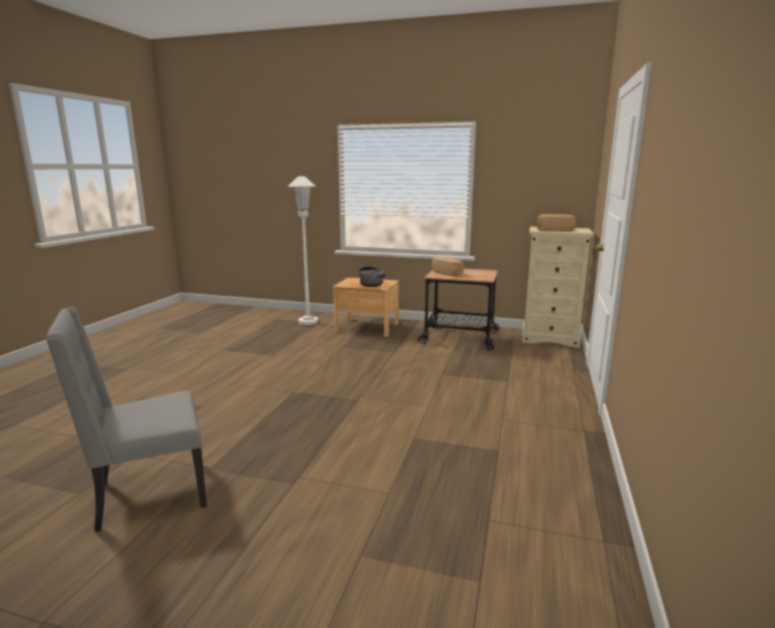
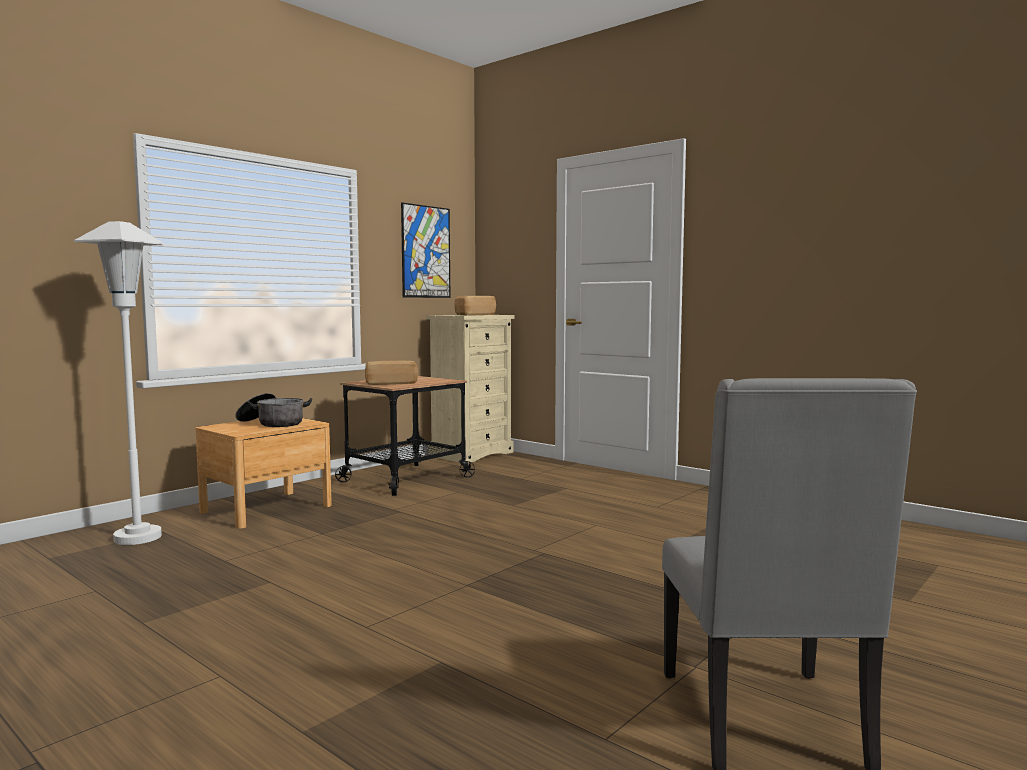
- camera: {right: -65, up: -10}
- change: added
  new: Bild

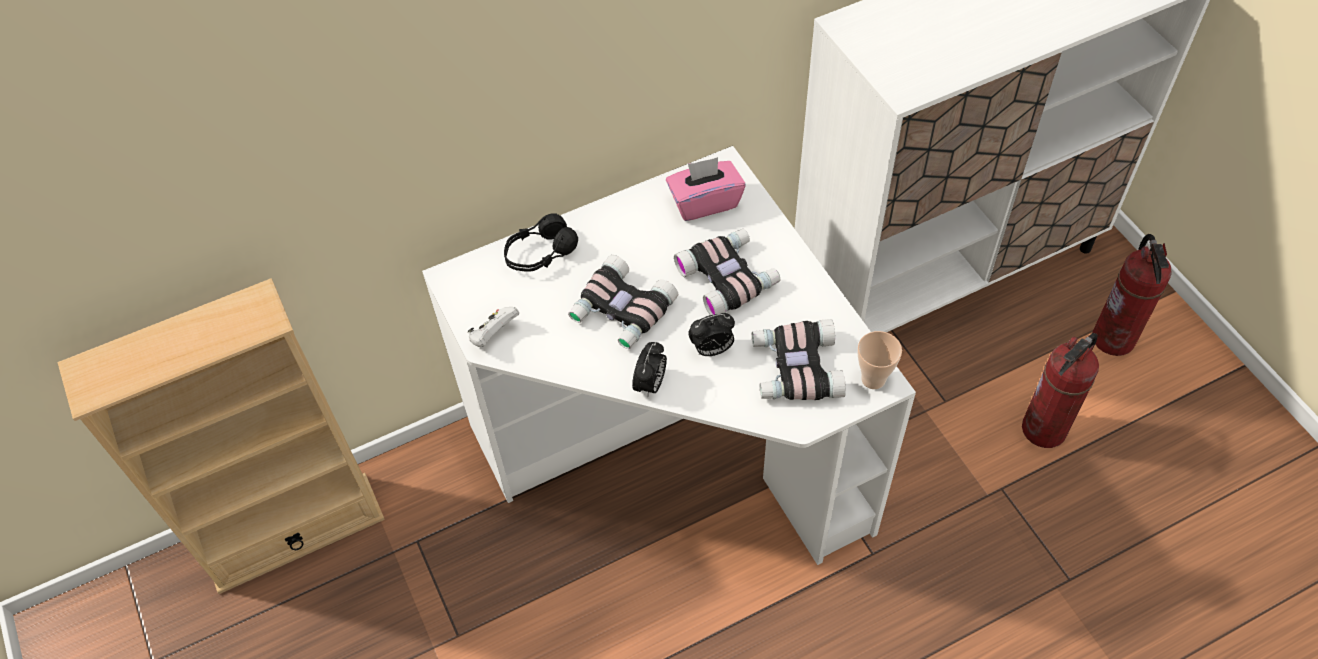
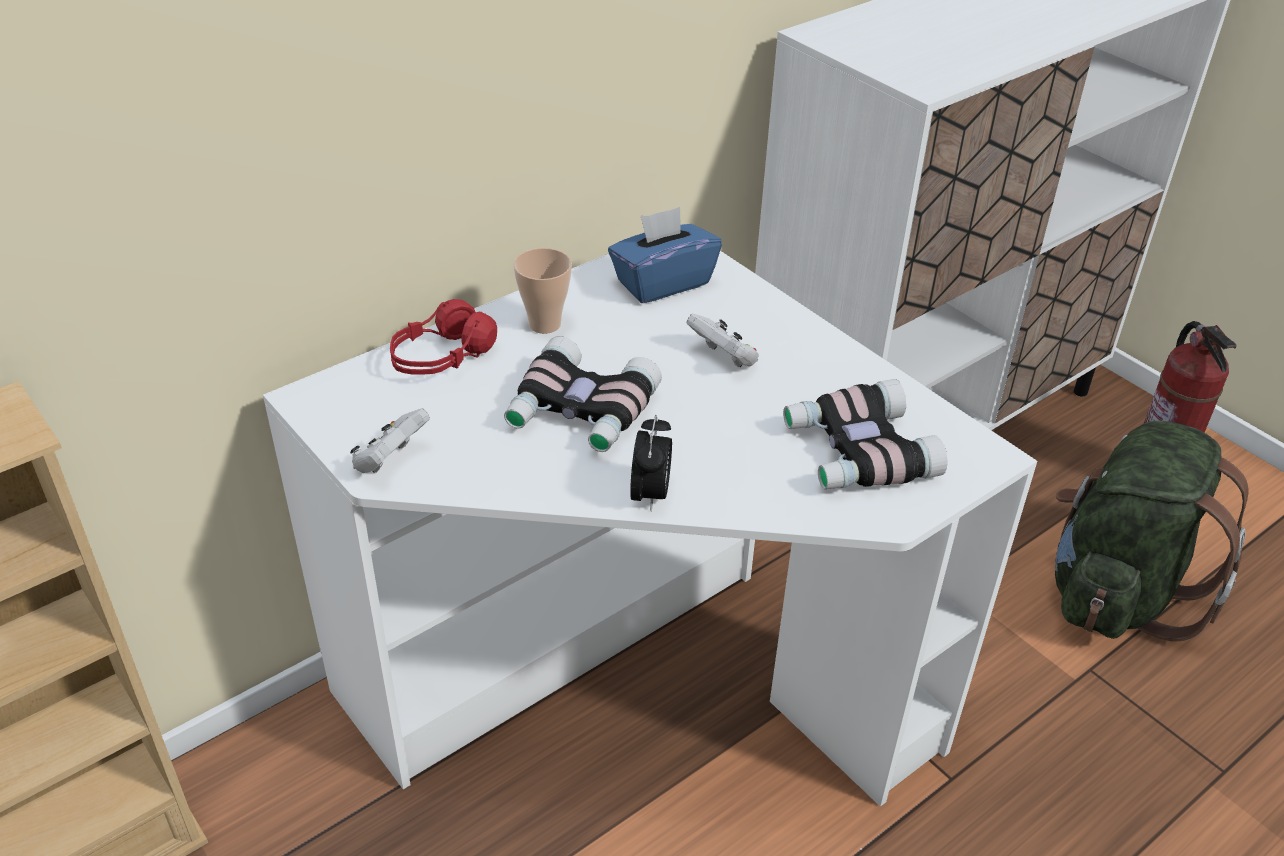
- camera: {right: -15, up: -15}
- change: removed
  old: Wecker (2nd from left)
- change: moved
  old: Tasse
- change: replaced
  old: Fernglas (2nd from left)
  new: Gamepad (weiß) (2nd from left)
- change: replaced
  old: Feuerlöscher (1st from left)
  new: Rucksack (grün)
- change: recoloured
  old: Kopfhörer (schwarz)
  new: Kopfhörer (rot)
- change: recoloured
  old: Taschentuchbox (rosa)
  new: Taschentuchbox (blau)

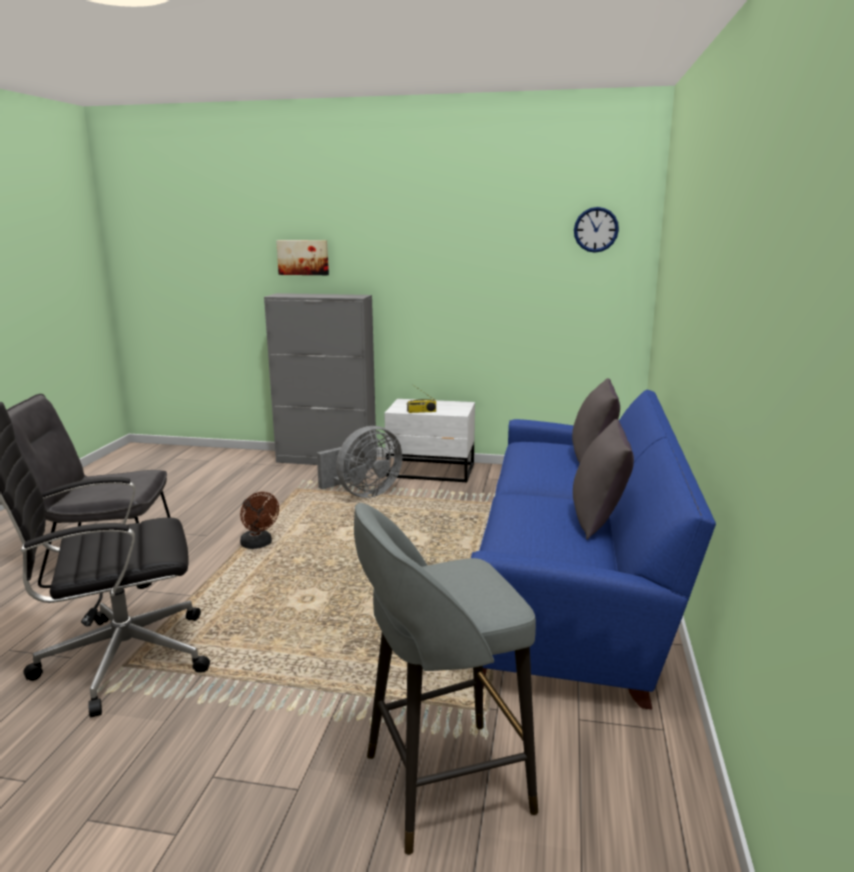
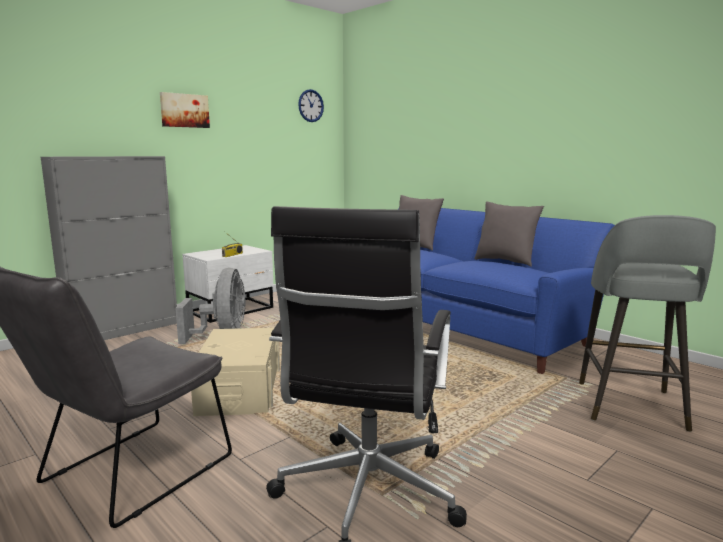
- camera: {right: -55, up: -5}
- change: moved
  old: Bild
- change: replaced
  old: Ventilator (braun)
  new: Aufbewahrungsbox (beige)

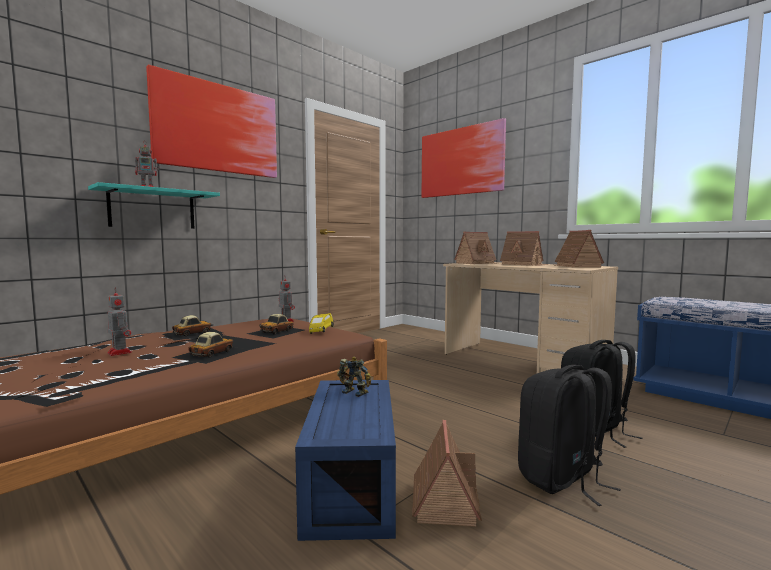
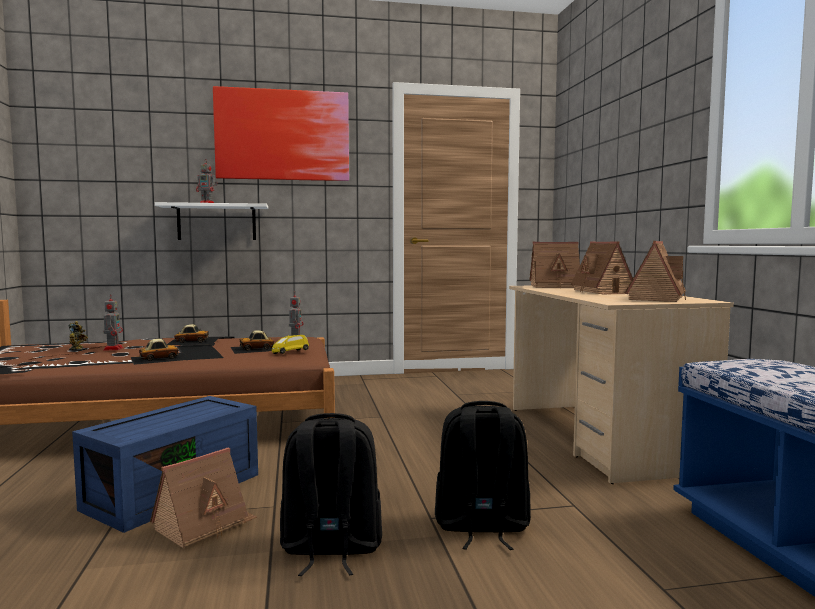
- camera: {right: 35, up: 0}
- change: removed
  old: Bild (2nd from left)
- change: moved
  old: Spielzeugroboter (4th from left in the first image)
  new: Spielzeugroboter (1st from left)
- change: recoloured
  old: Wandregal (türkis)
  new: Wandregal (weiß)

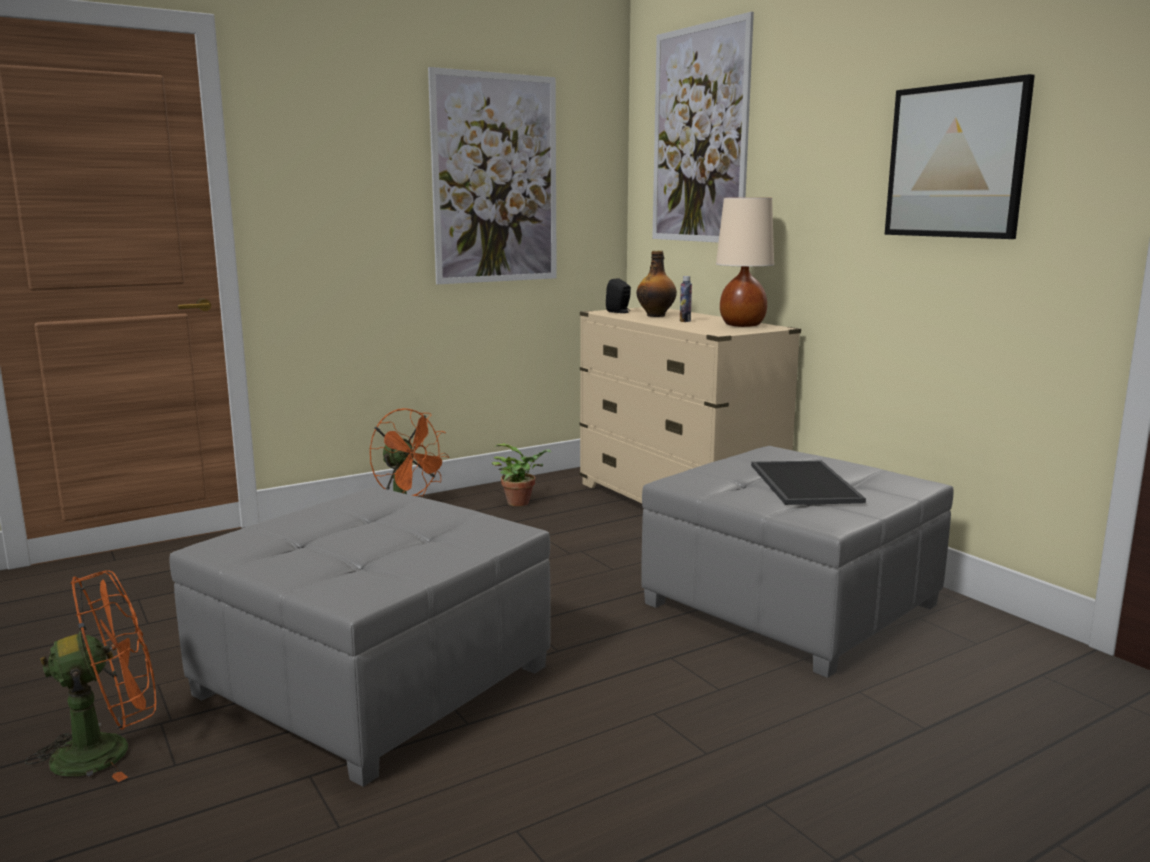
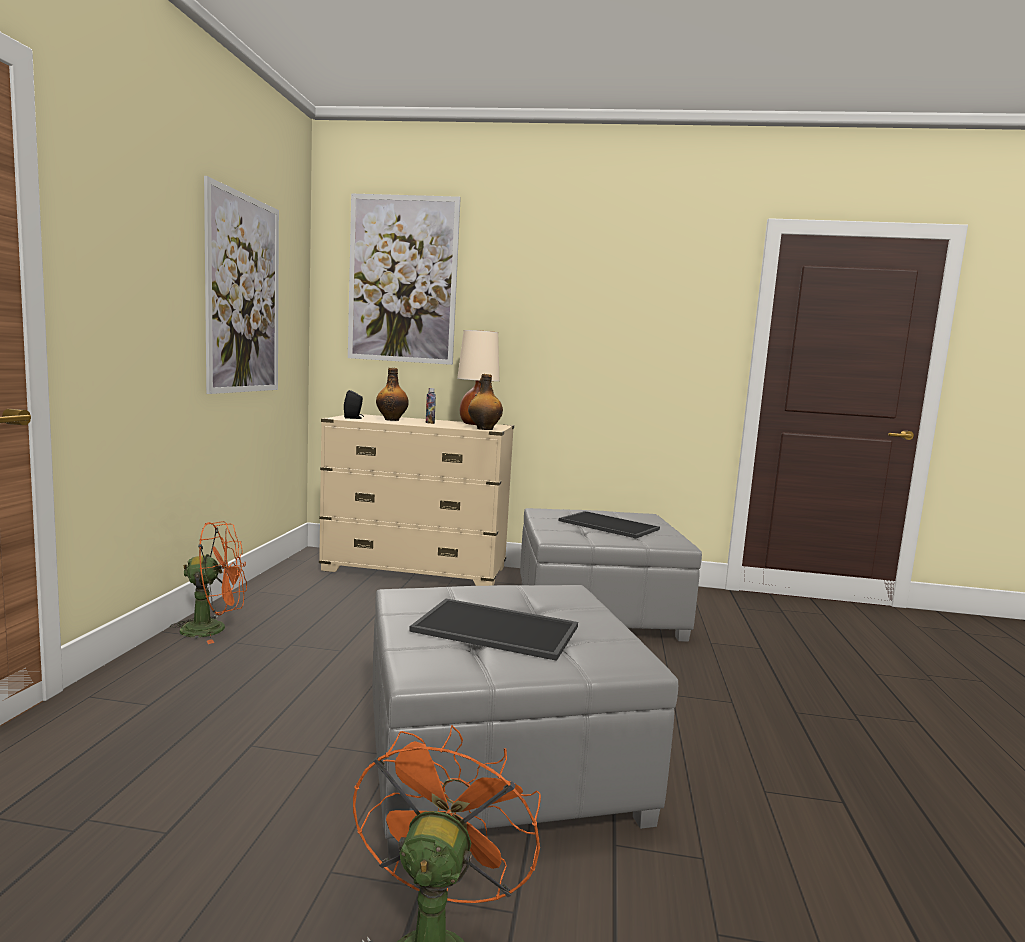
- camera: {right: -50, up: -5}
- change: removed
  old: Topfpflanze
- change: removed
  old: Bild (3rd from left)
- change: added
  new: Tablett (1st from left)
- change: added
  new: Flasche (3rd from left)

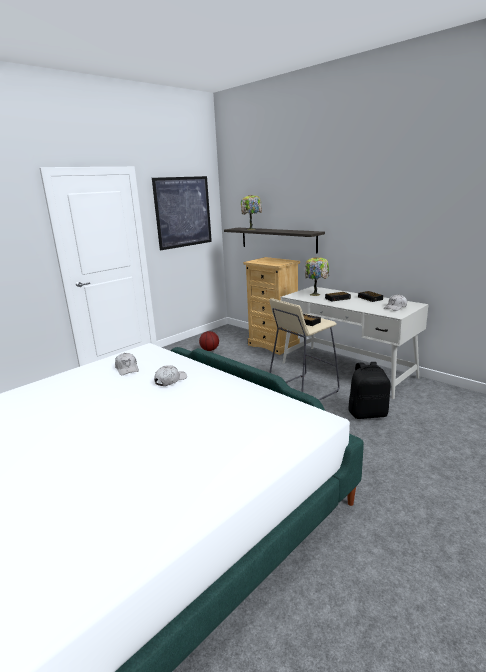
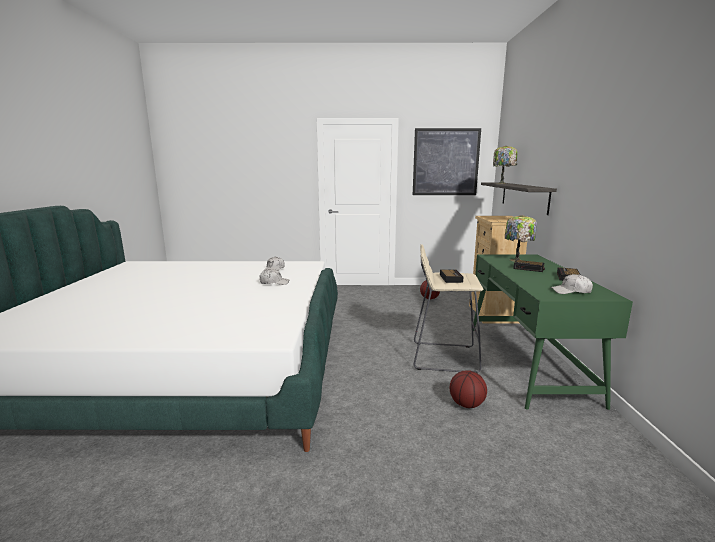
- camera: {right: 45, up: -5}
- change: replaced
  old: Rucksack (schwarz)
  new: Basketball (2nd from left)
- change: recoloured
  old: Schreibtisch (weiß)
  new: Schreibtisch (grün)

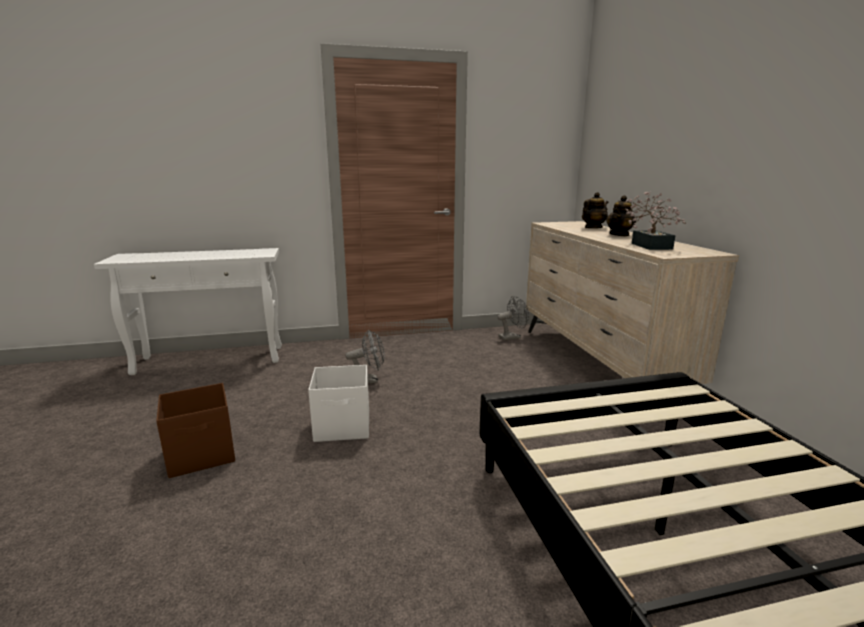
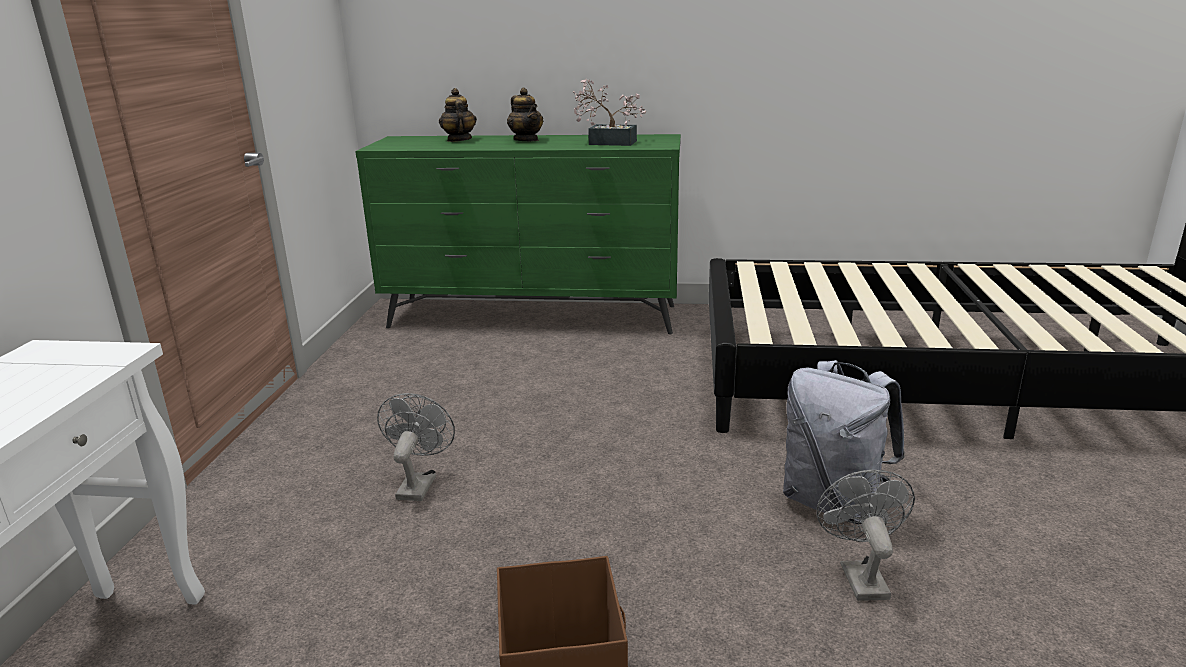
- camera: {right: -70, up: 5}
- change: removed
  old: Aufbewahrungsbox (weiß)
- change: added
  new: Rucksack (grau)
- change: moved
  old: Ventilator (grau) (2nd from left)
- change: recoloured
  old: Kommode (beige)
  new: Kommode (grün)

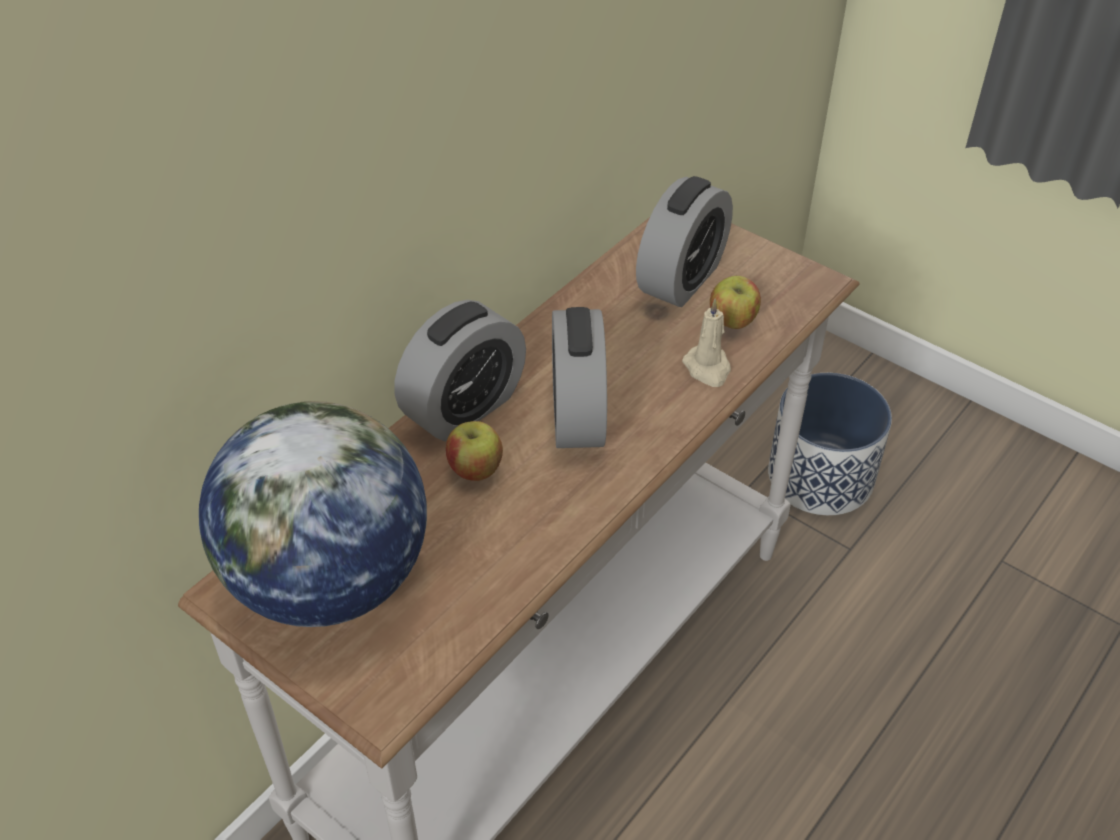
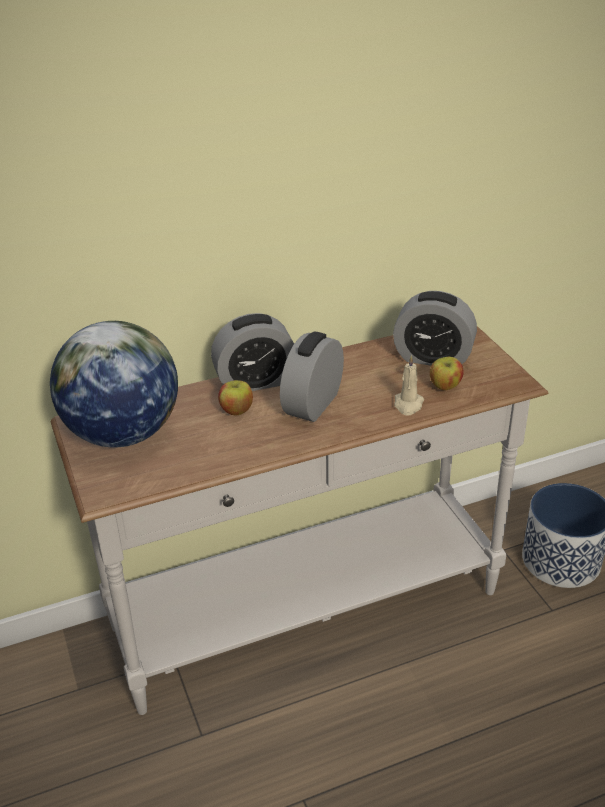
- camera: {right: 30, up: -10}
- change: turned
  old: Wecker (3rd from left)
  degrees: 45

